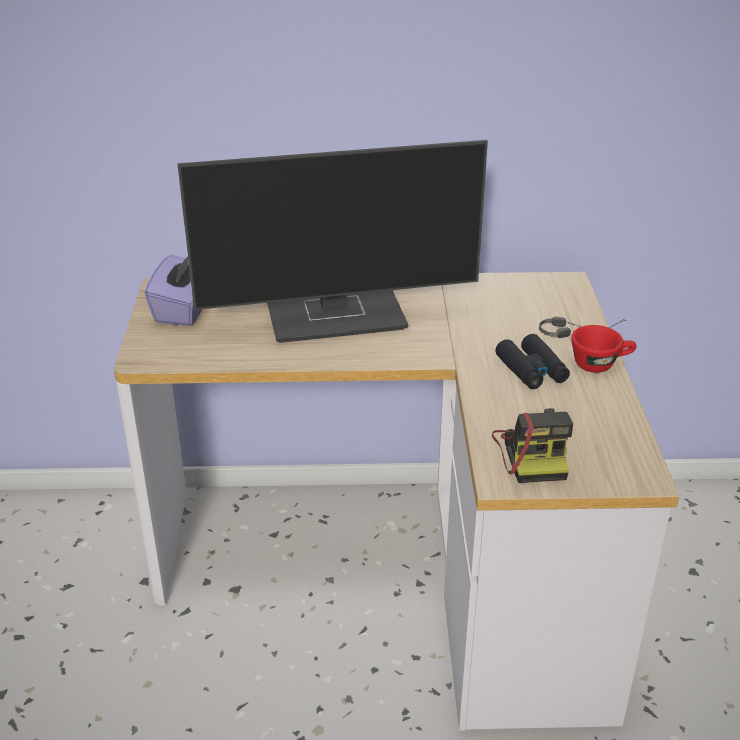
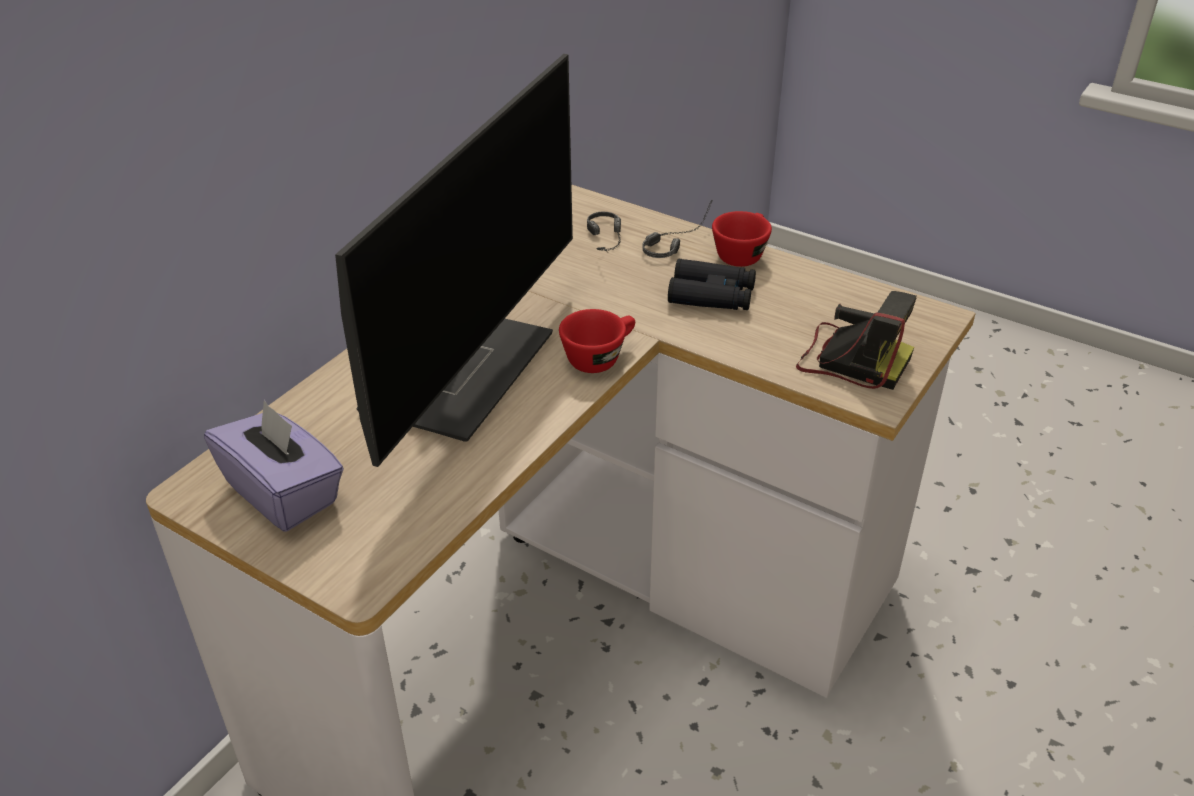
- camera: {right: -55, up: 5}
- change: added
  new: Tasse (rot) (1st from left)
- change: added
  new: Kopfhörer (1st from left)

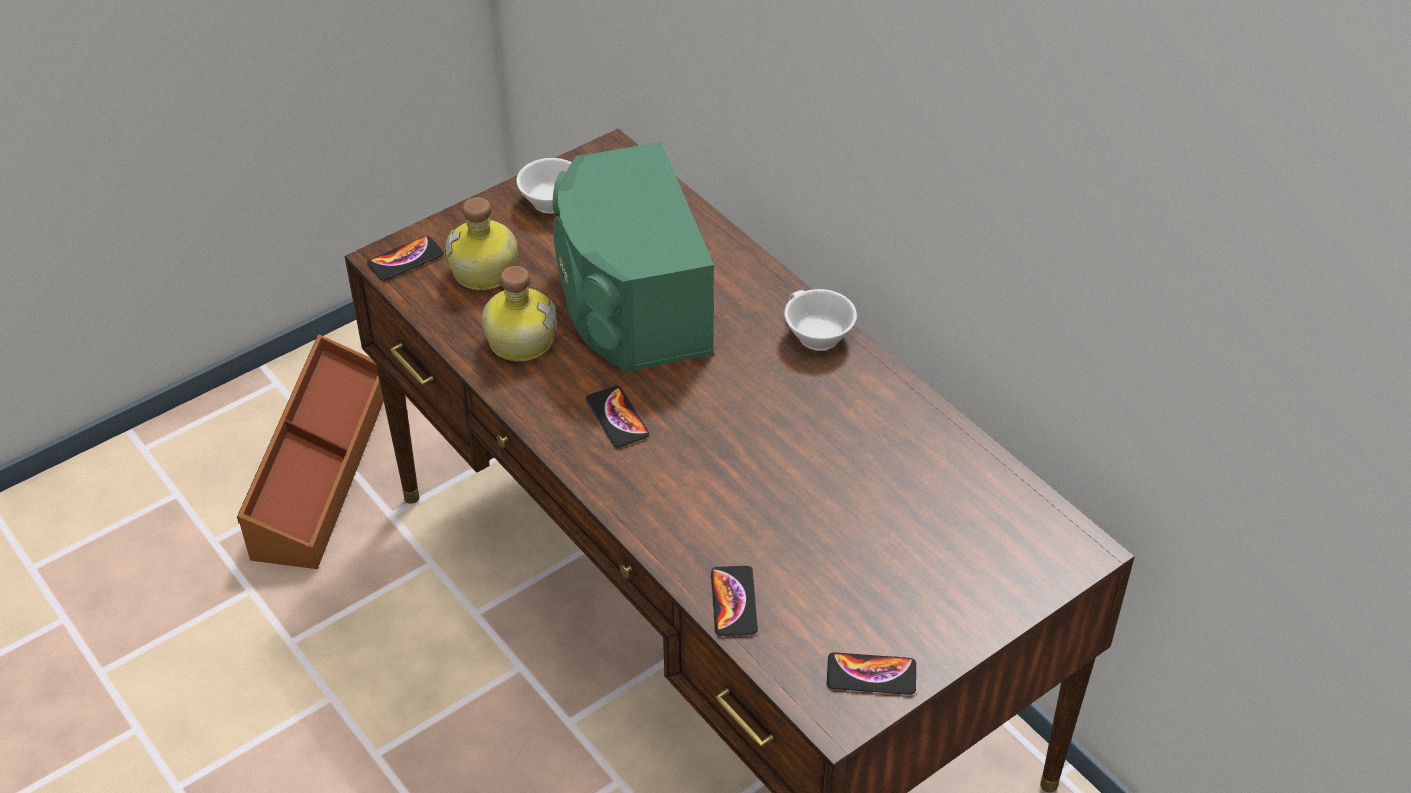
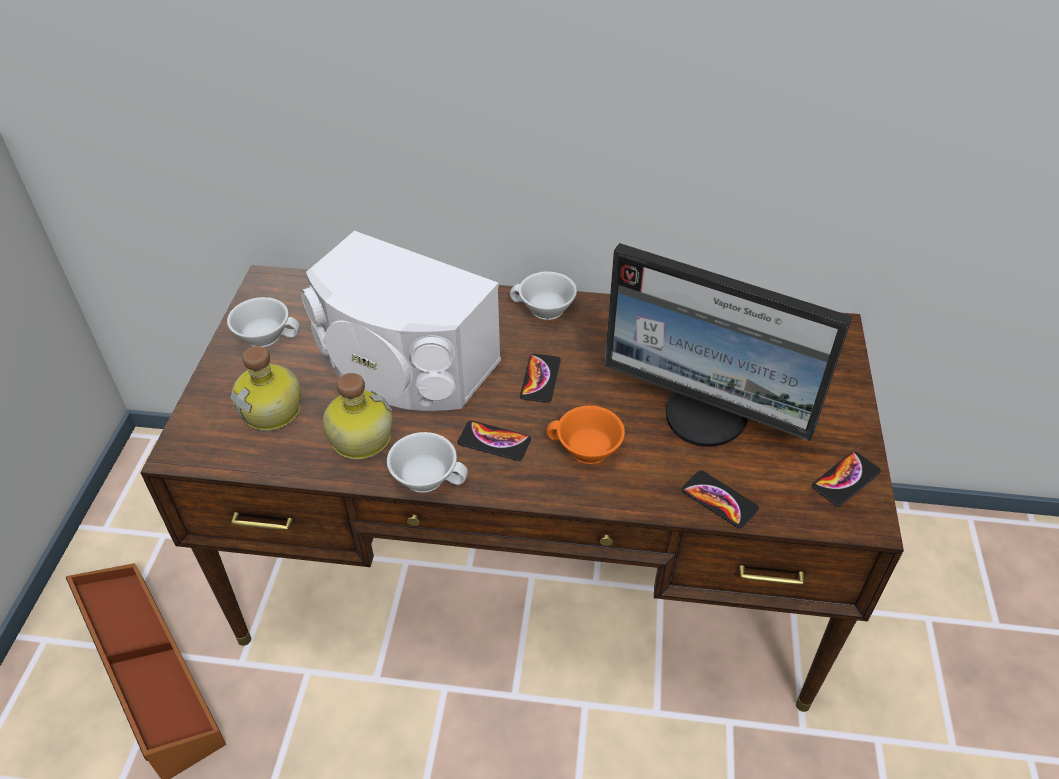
- camera: {right: -45, up: 0}
- change: added
  new: Tasse (weiß) (2nd from left)
- change: added
  new: Tasse (orange)
- change: added
  new: Monitor
- change: moved
  old: Handy (1st from left in the first image)
  new: Handy (2nd from left)
- change: recoloured
  old: Lautsprecher (grün)
  new: Lautsprecher (weiß)

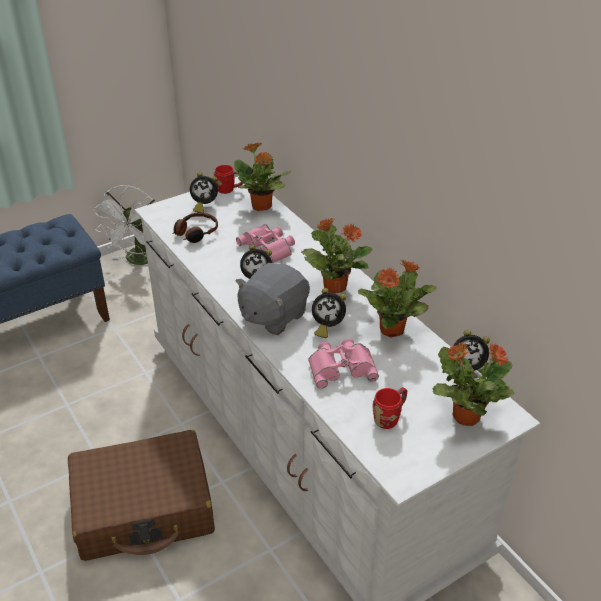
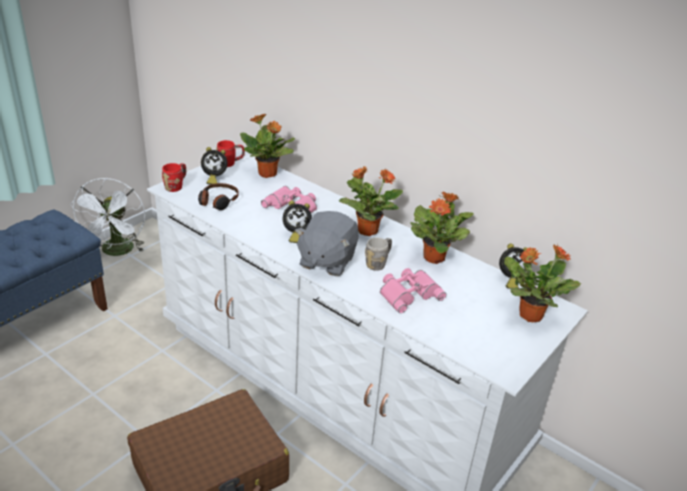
- camera: {right: -20, up: -5}
- change: moved
  old: Henkelbecher (rot) (2nd from left in the first image)
  new: Henkelbecher (rot) (1st from left)
- change: replaced
  old: Wecker (3rd from left)
  new: Henkelbecher (grau)

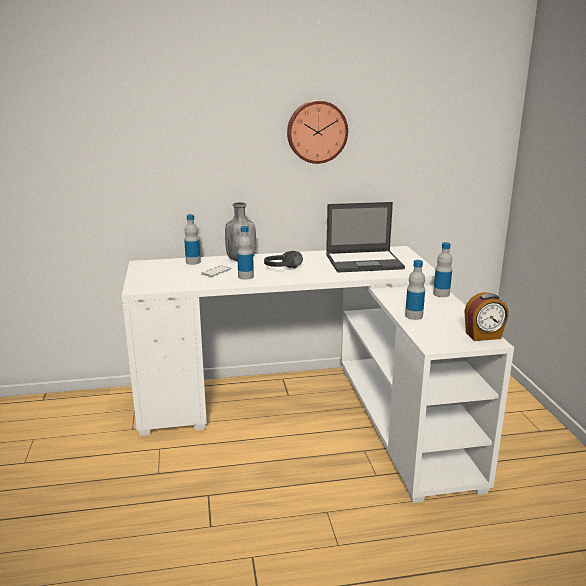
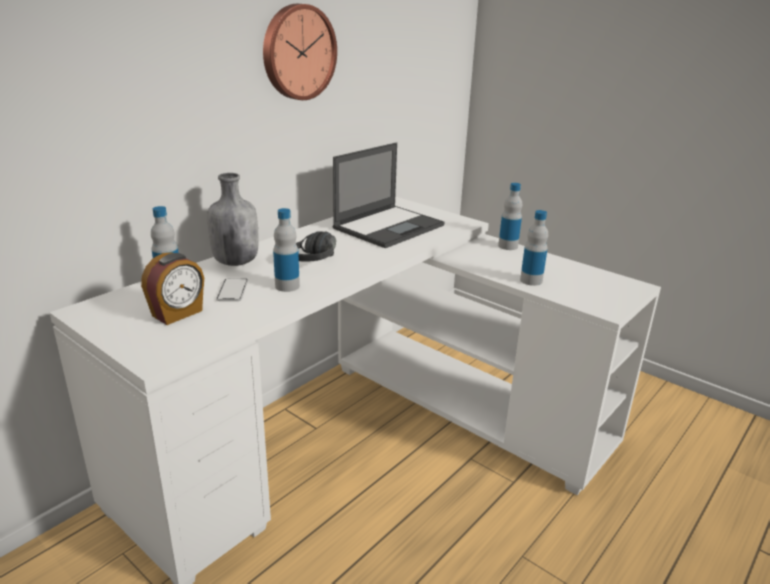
- camera: {right: -40, up: 5}
- change: moved
  old: Wecker

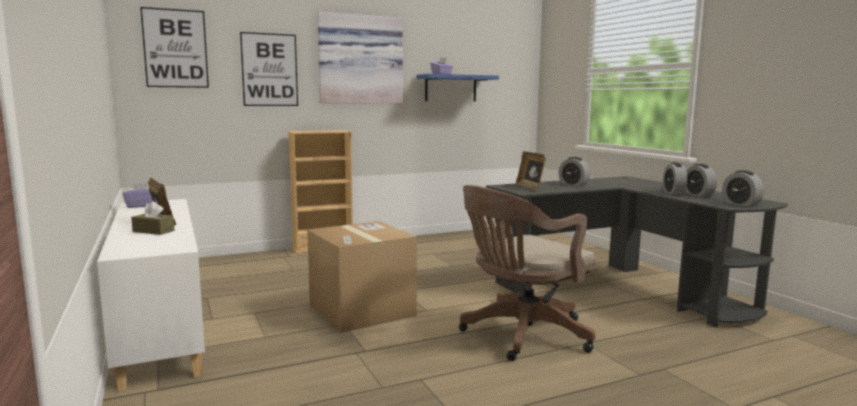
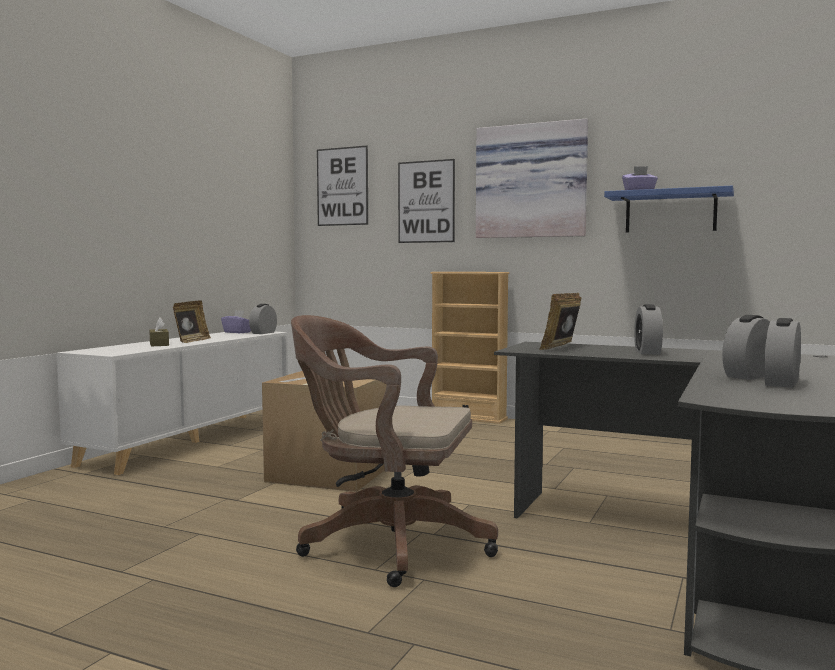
- camera: {right: 50, up: -5}
- change: moved
  old: Wecker (4th from left in the first image)
  new: Wecker (1st from left)

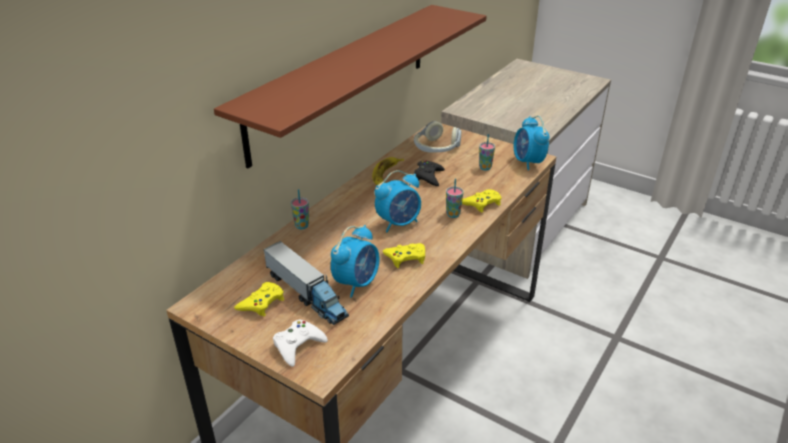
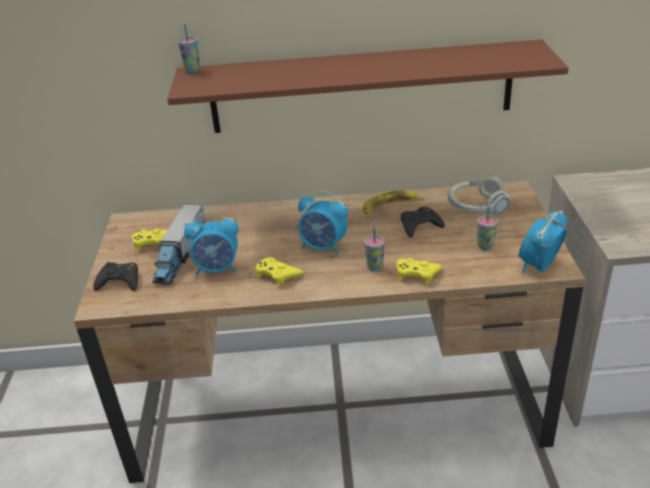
- camera: {right: 55, up: 0}
- change: moved
  old: Tasse (1st from left)
- change: recoloured
  old: Gamepad (weiß)
  new: Gamepad (schwarz) (1st from left)

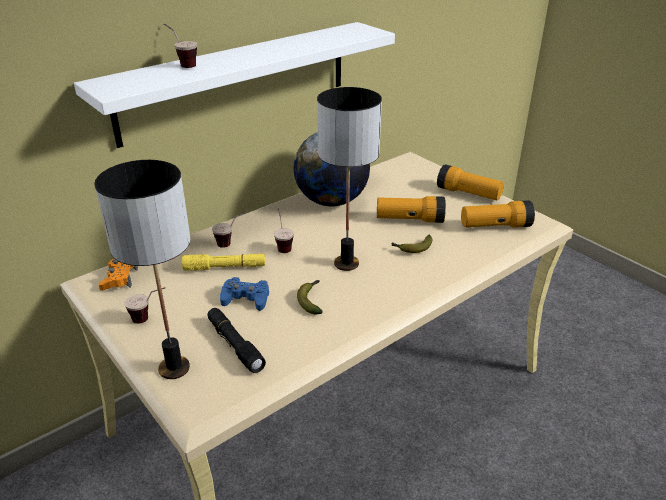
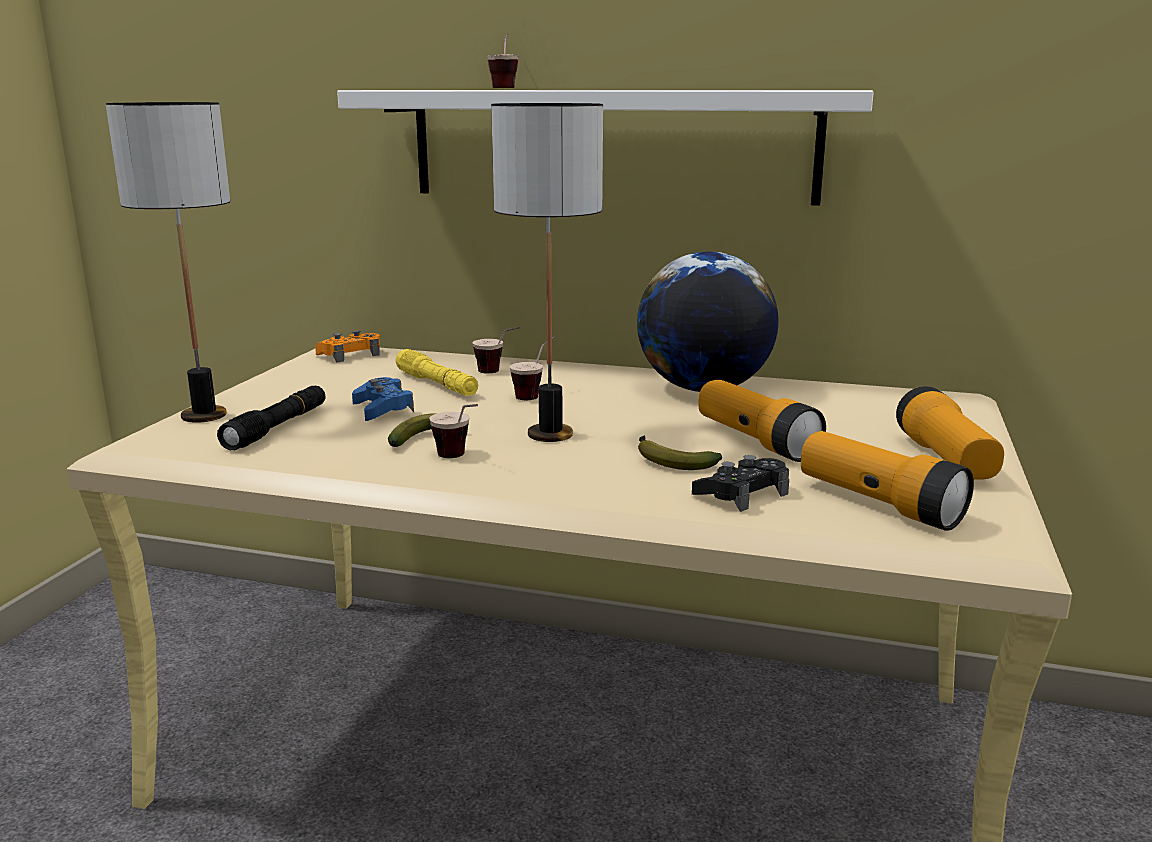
- camera: {right: 55, up: -15}
- change: added
  new: Gamepad (schwarz)
- change: moved
  old: Tasse (1st from left)

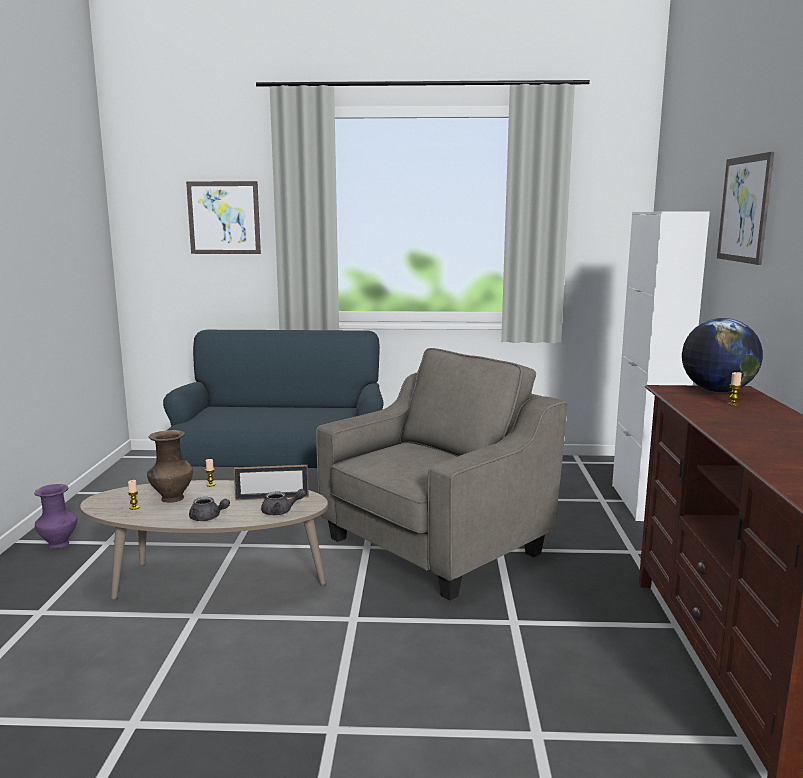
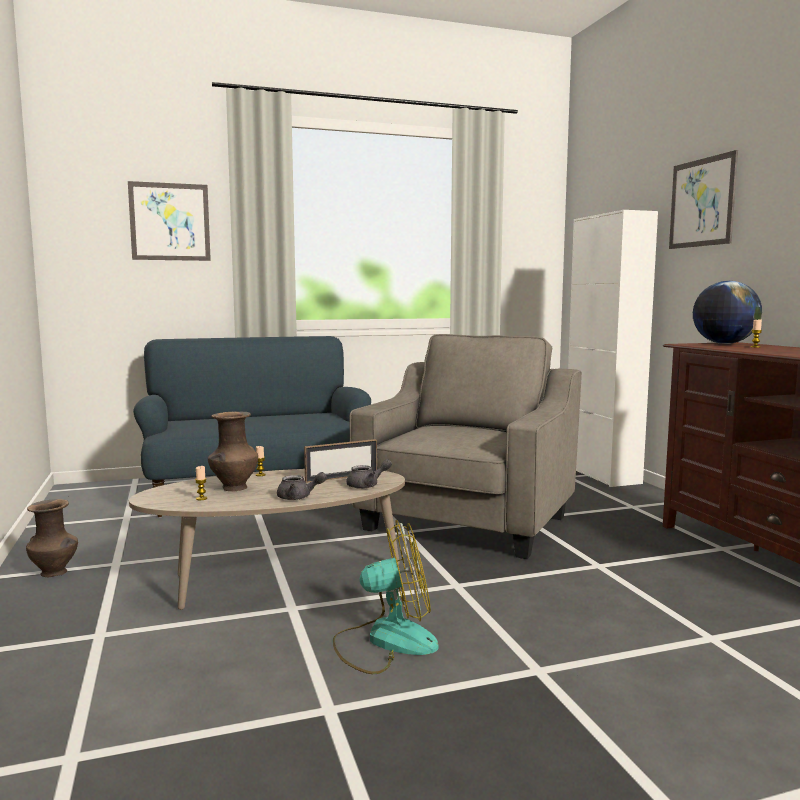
- camera: {right: -20, up: -5}
- change: added
  new: Ventilator
- change: recoloured
  old: Vase (lila)
  new: Vase (braun) (1st from left)

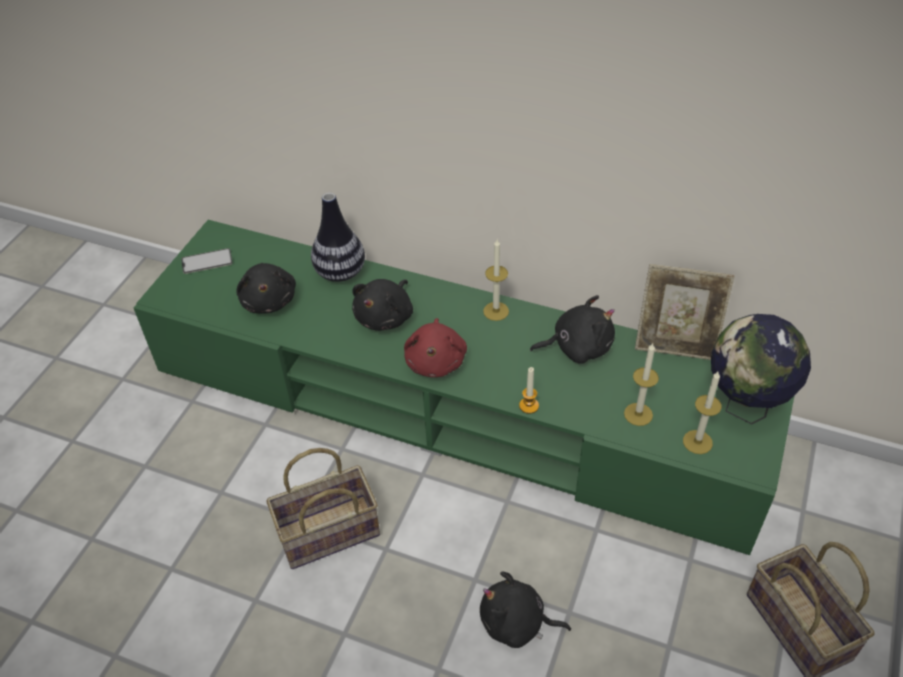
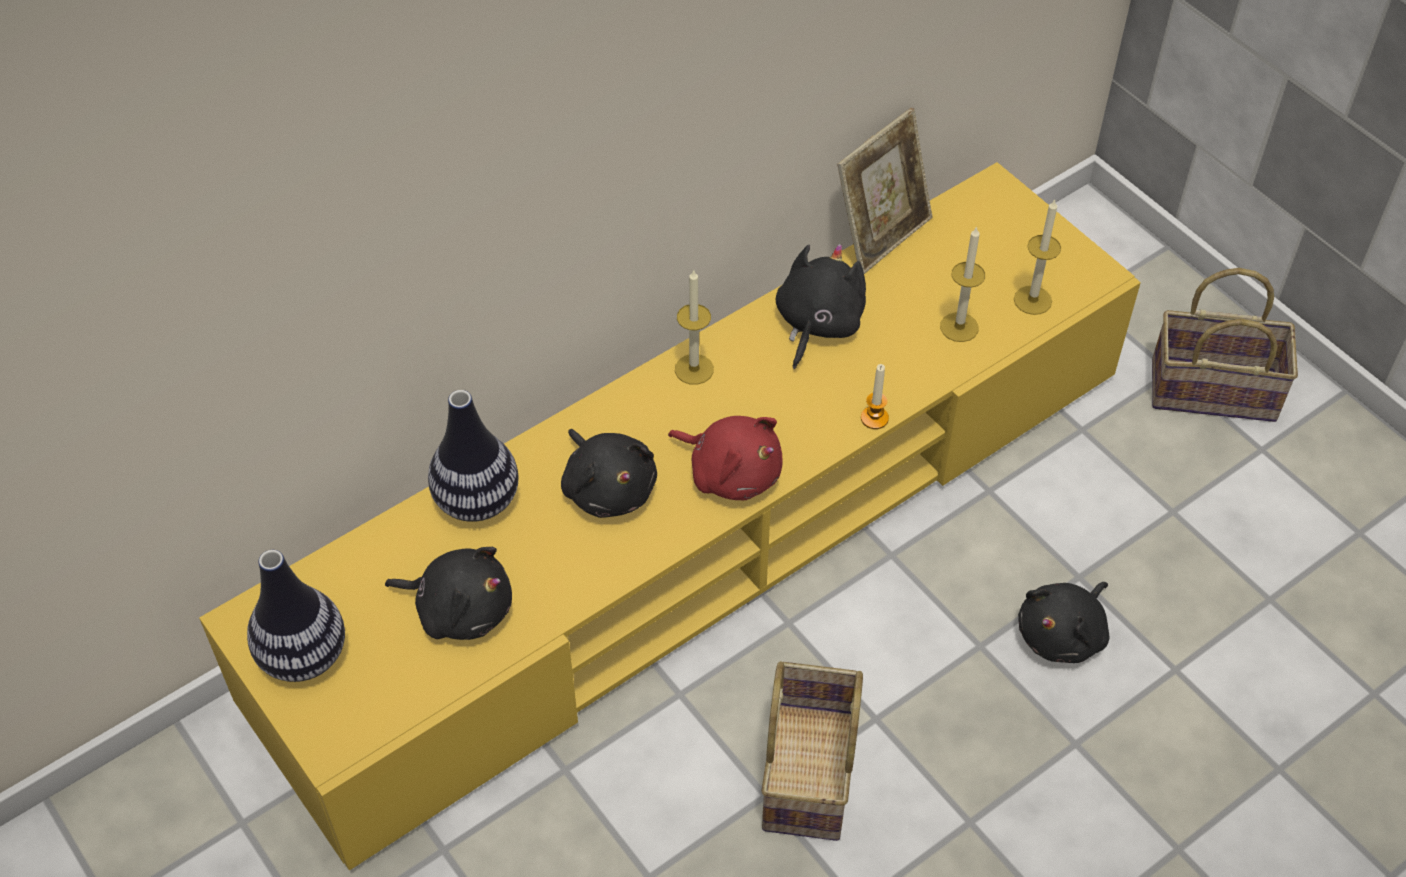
- camera: {right: -60, up: 5}
- change: removed
  old: Globus
- change: replaced
  old: Handy
  new: Vase (1st from left)
- change: recoloured
  old: Fernsehschrank (grün)
  new: Fernsehschrank (gelb)

